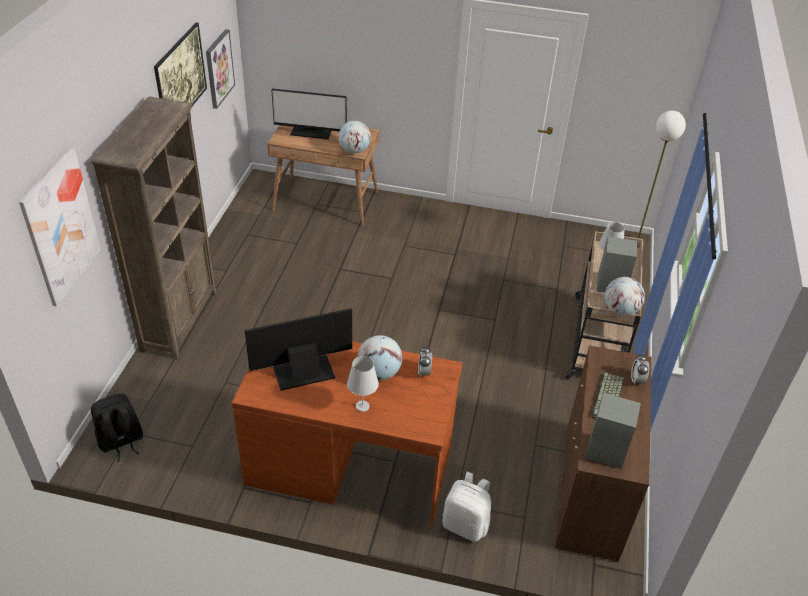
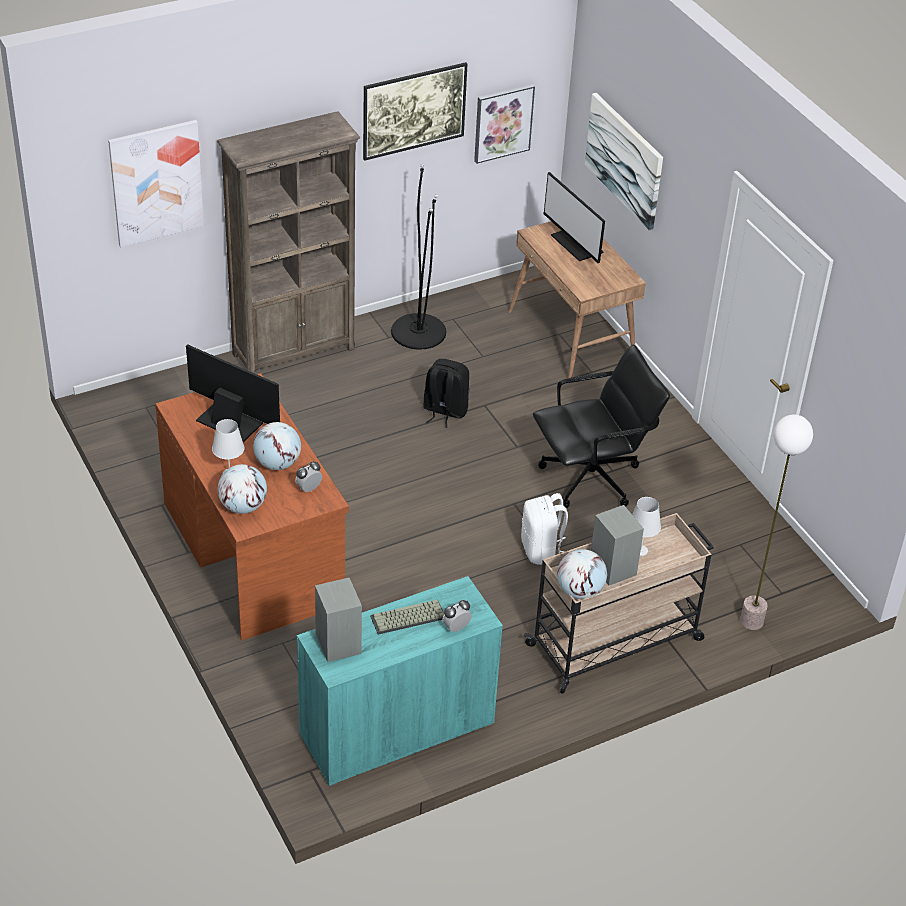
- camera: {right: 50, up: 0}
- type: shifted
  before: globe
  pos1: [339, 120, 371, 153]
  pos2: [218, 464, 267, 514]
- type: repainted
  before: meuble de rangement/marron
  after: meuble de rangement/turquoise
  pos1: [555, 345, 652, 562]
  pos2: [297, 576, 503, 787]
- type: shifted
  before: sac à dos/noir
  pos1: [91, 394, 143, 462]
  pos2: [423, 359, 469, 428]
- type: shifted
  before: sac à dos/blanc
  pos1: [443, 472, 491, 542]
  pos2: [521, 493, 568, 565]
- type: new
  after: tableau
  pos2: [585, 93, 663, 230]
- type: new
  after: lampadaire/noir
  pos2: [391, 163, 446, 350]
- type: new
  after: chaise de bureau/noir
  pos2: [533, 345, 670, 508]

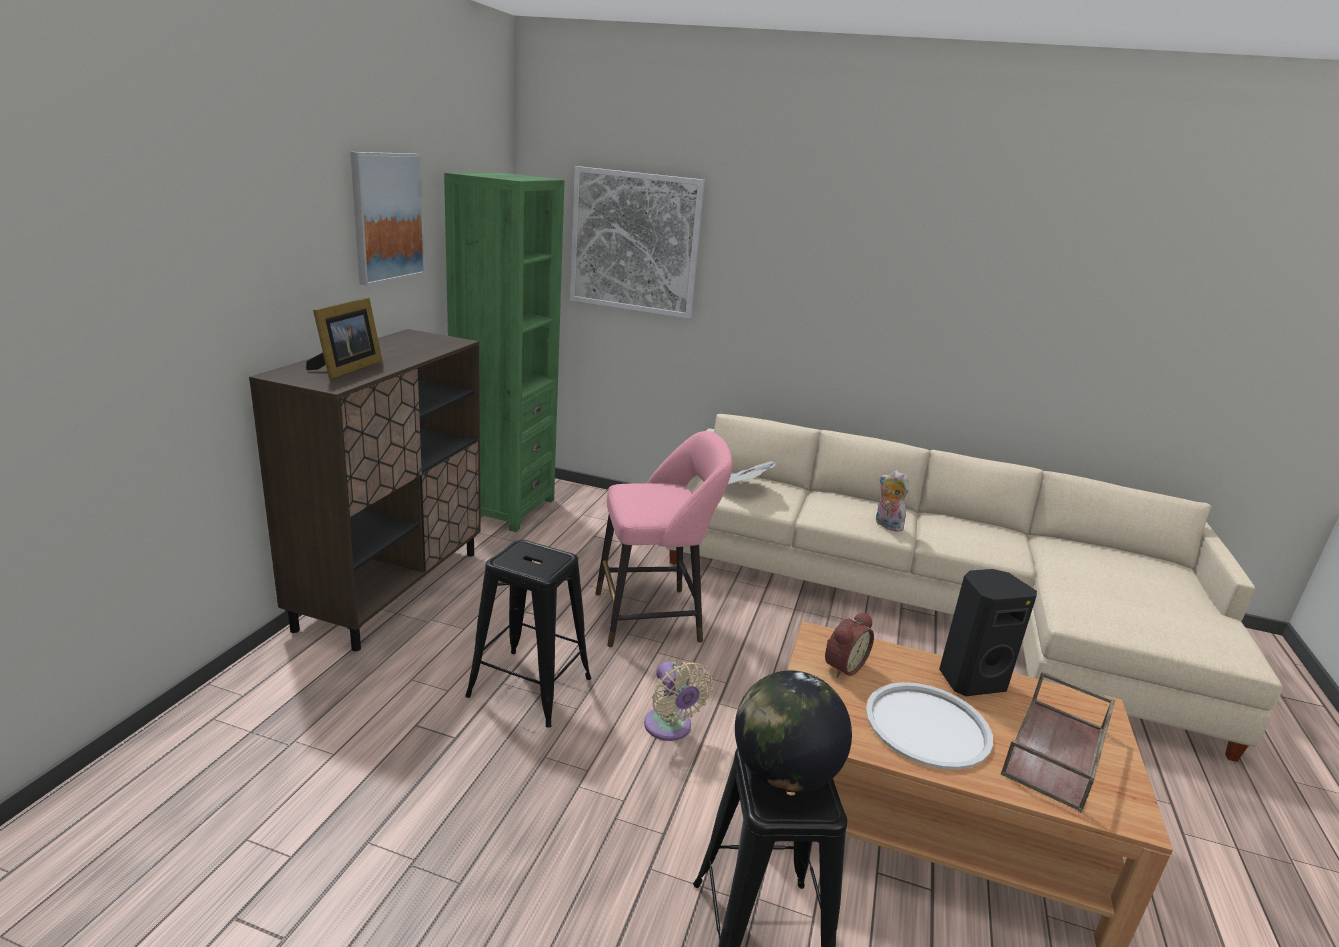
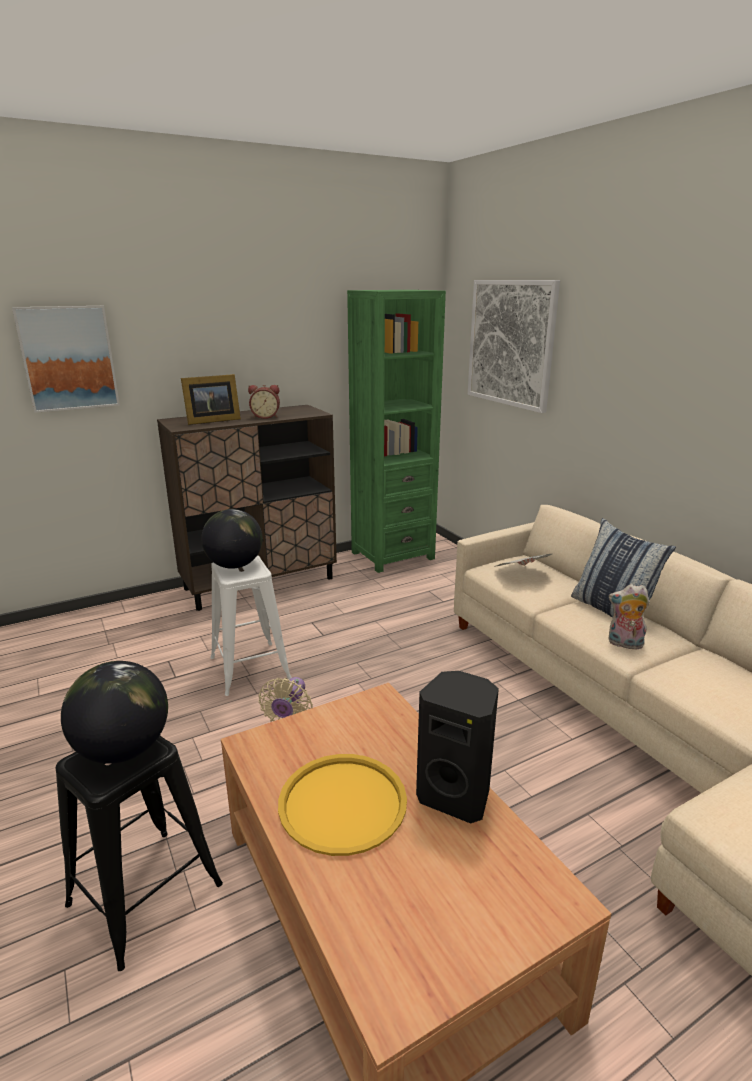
- camera: {right: 45, up: 0}
- type: shifted
  before: tableau
  pos1: [350, 152, 425, 286]
  pos2: [12, 306, 120, 413]
- type: gone
  before: tabouret/rose
  pos1: [595, 431, 733, 648]
- type: rotated
  before: peluche
  pos1: [876, 470, 909, 532]
  pos2: [609, 584, 650, 650]
  turn: -75
- type: repainted
  before: tabouret/noir
  after: tabouret/blanc
  pos1: [465, 540, 591, 728]
  pos2: [210, 555, 292, 696]
- type: shifted
  before: réveil
  pos1: [825, 612, 874, 678]
  pos2: [248, 385, 280, 419]
- type: gone
  before: plateau/marron
  pos1: [1001, 672, 1115, 813]
- type: repainted
  before: plateau/blanc
  after: plateau/jaune
  pos1: [866, 682, 993, 770]
  pos2: [278, 754, 407, 856]
- type: new
  after: globe
  pos2: [201, 509, 263, 569]
- type: new
  after: coussin
  pos2: [571, 518, 676, 618]

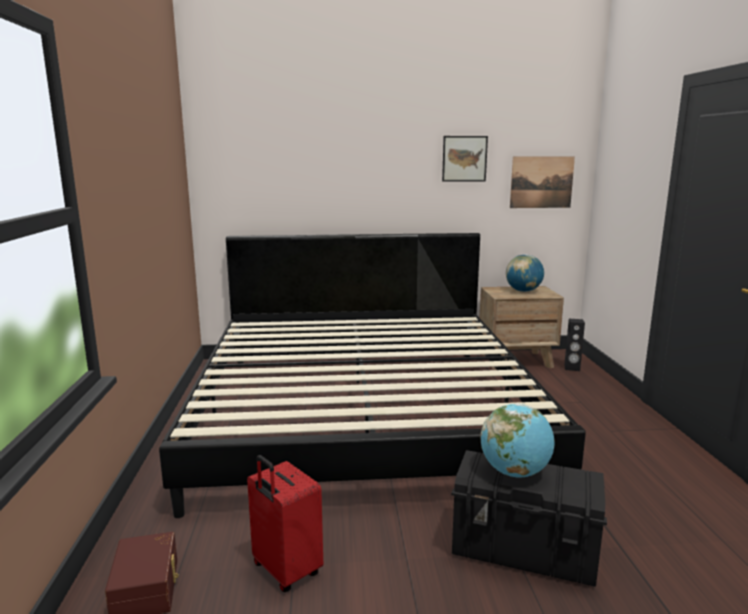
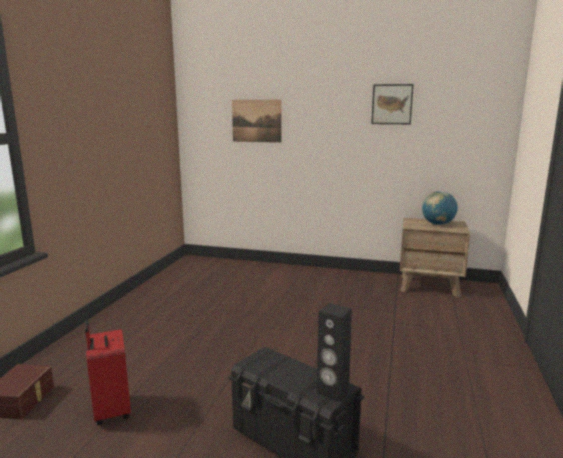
- camera: {right: 20, up: 0}
- type: shifted
  before: tableau
  pos1: [510, 156, 575, 208]
  pos2: [232, 100, 282, 143]
- type: gone
  before: lit
  pos1: [159, 233, 586, 518]
- type: shifted
  before: enceinte/noir
  pos1: [564, 319, 585, 371]
  pos2: [317, 303, 352, 402]
- type: gone
  before: globe
  pos1: [481, 403, 554, 477]

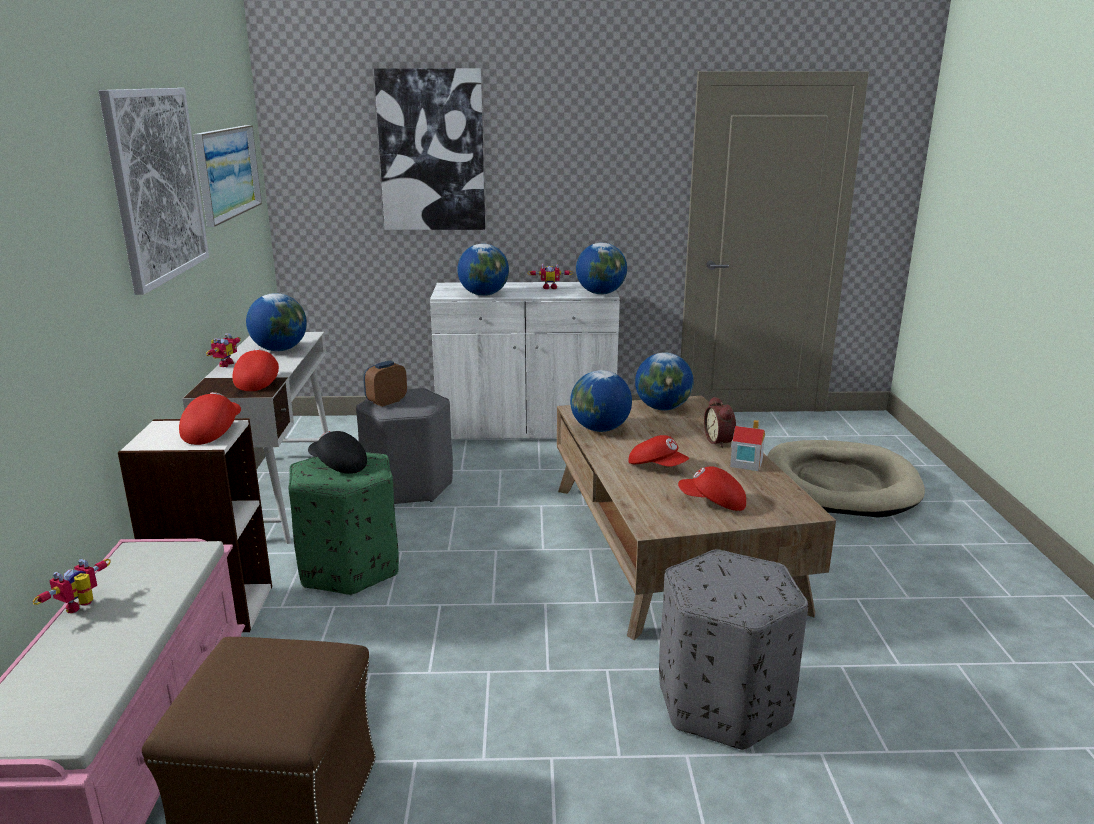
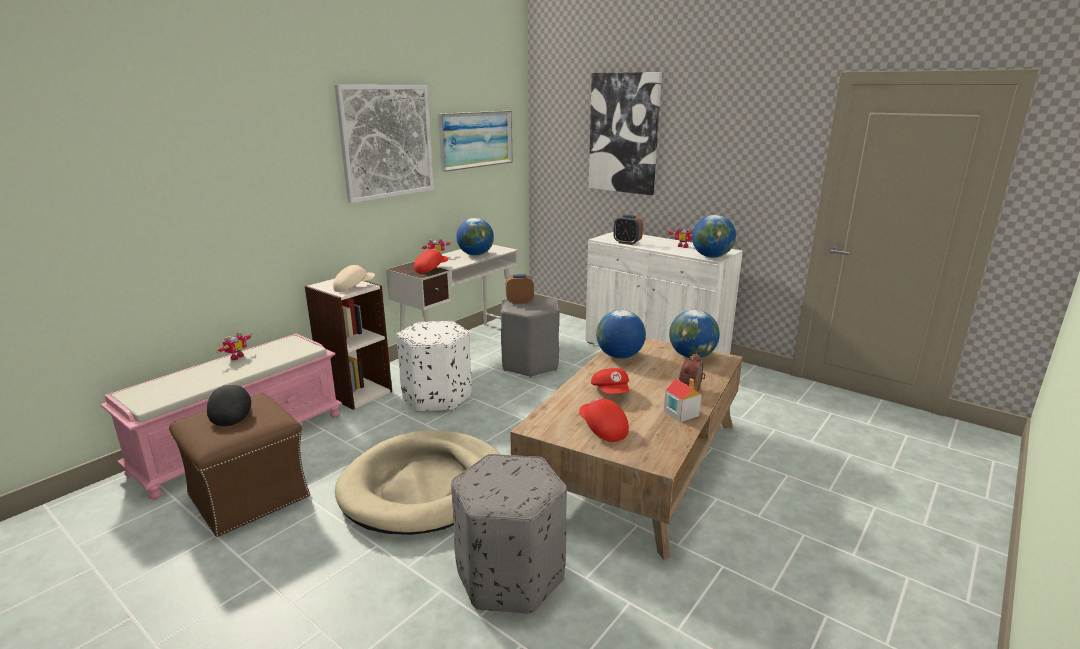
- camera: {right: 40, up: 0}
- type: swapped
  before: globe
  after: réveil
  pos1: [457, 244, 509, 296]
  pos2: [613, 214, 643, 245]
- type: repainted
  before: casquette/rouge
  after: casquette/beige
  pos1: [179, 392, 241, 445]
  pos2: [333, 265, 375, 292]
- type: shifted
  before: casquette/noir
  pos1: [308, 431, 367, 474]
  pos2: [207, 384, 251, 426]
- type: shifted
  before: panier pour chien/beige
  pos1: [767, 440, 925, 517]
  pos2: [335, 430, 501, 535]
- type: repainted
  before: pouf/vert
  after: pouf/blanc
  pos1: [288, 452, 399, 596]
  pos2: [396, 321, 472, 412]
- type: rotated
  before: robot jouet
  pos1: [32, 559, 111, 613]
  pos2: [216, 332, 252, 360]
  turn: 135

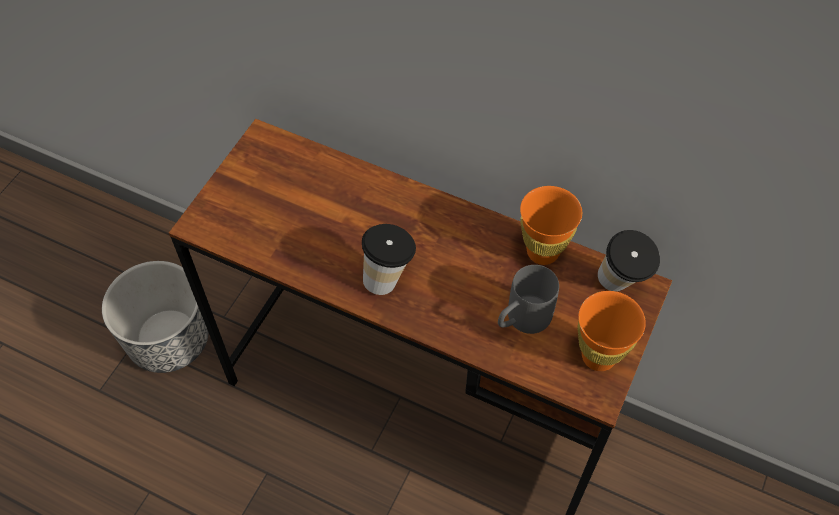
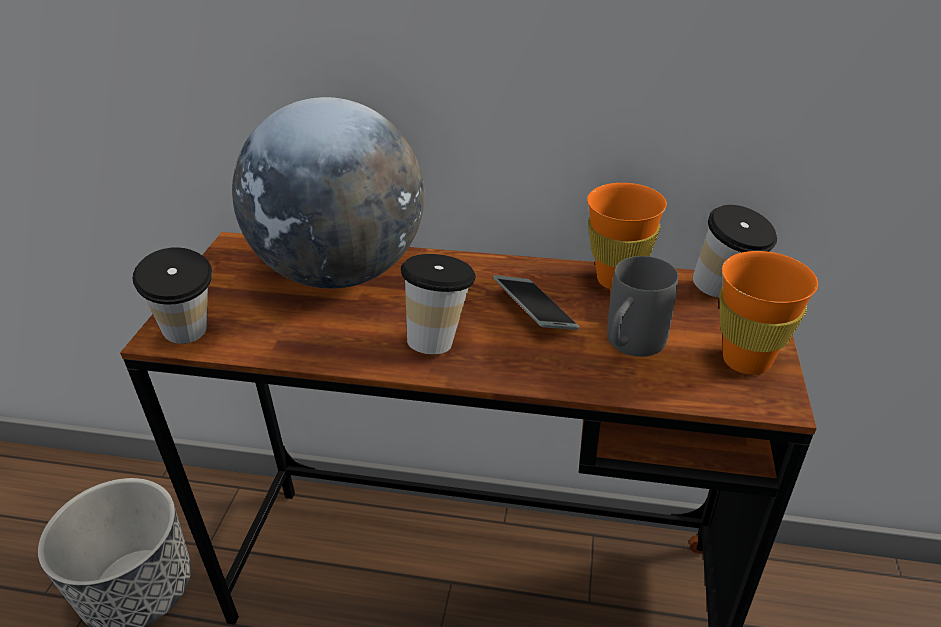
- camera: {right: -15, up: -20}
- type: new
  after: globe
  pos2: [232, 97, 424, 289]
- type: new
  after: tasse
  pos2: [132, 247, 212, 344]
- type: new
  after: téléphone
  pos2: [493, 275, 579, 330]

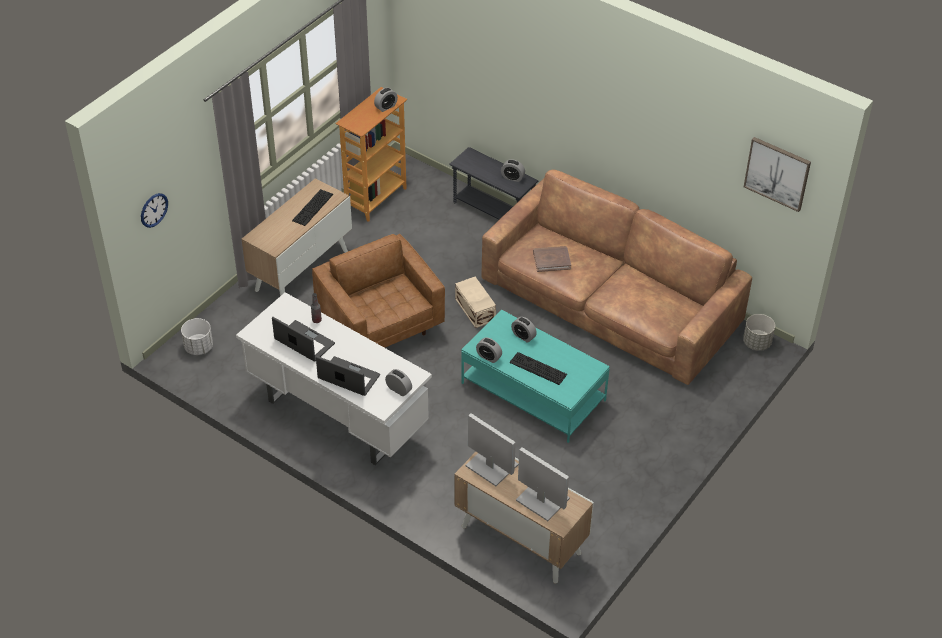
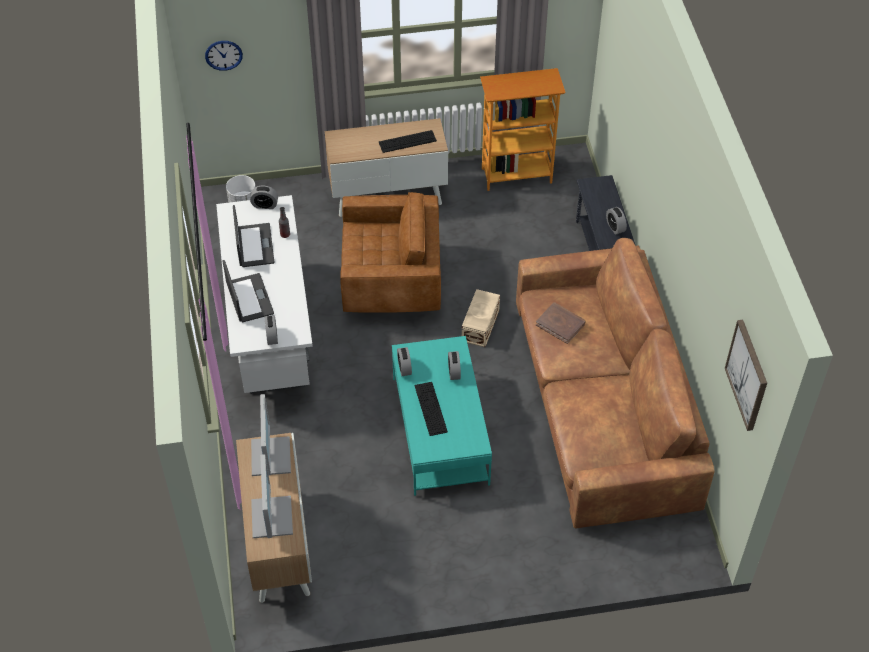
- camera: {right: 45, up: 5}
- type: shifted
  before: réveil
  pos1: [374, 88, 398, 112]
  pos2: [250, 185, 278, 209]
- type: rotated
  before: fauteuil/marron
  pos1: [312, 234, 445, 348]
  pos2: [340, 192, 441, 313]
  turn: 75
- type: gone
  before: cache-pot/gris
  pos1: [743, 314, 775, 351]

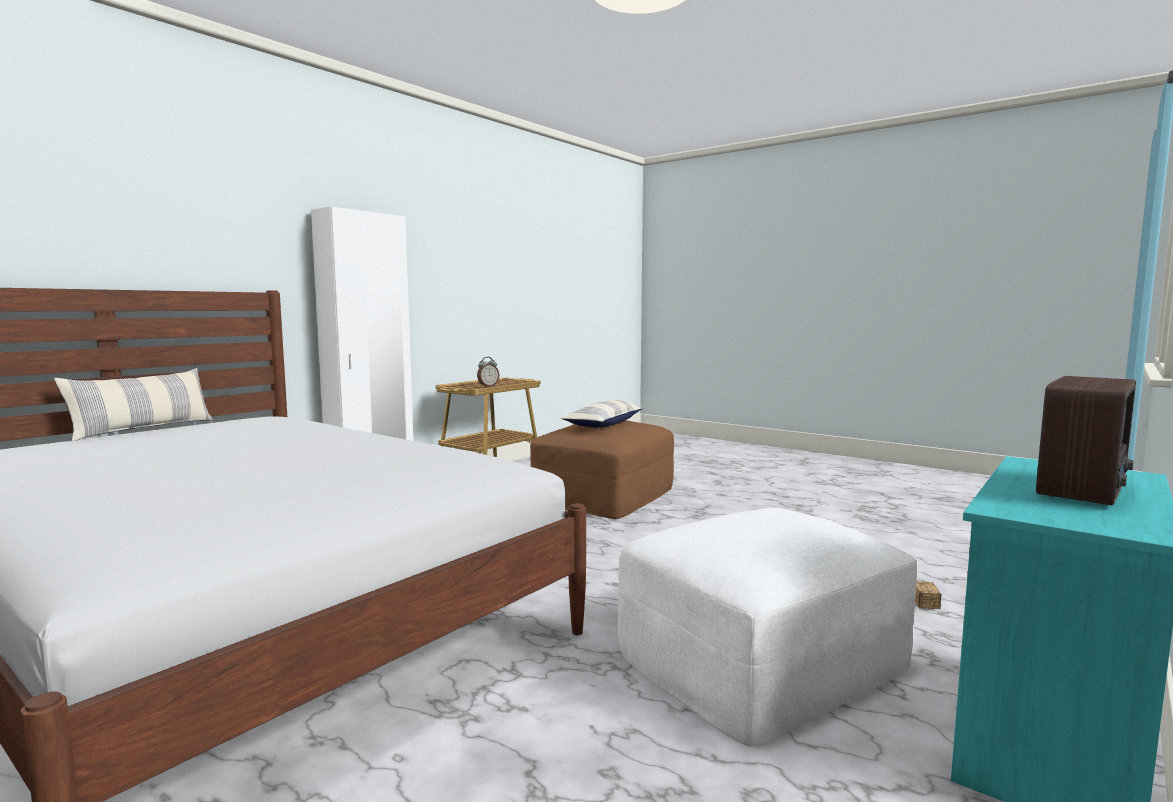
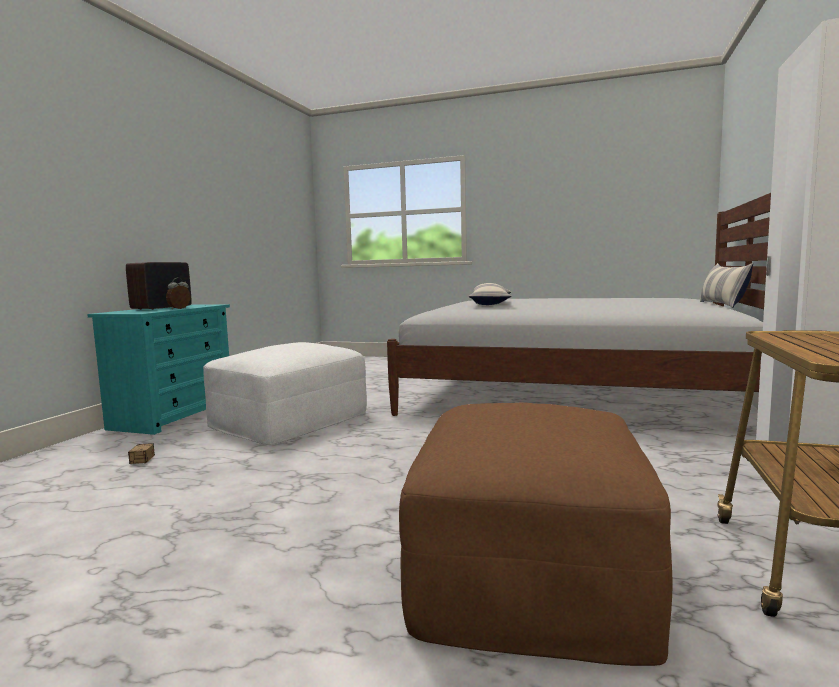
- camera: {right: 160, up: 0}
- type: shifted
  before: réveil
  pos1: [477, 357, 499, 387]
  pos2: [166, 278, 191, 309]
- type: shifted
  before: coussin
  pos1: [561, 400, 643, 428]
  pos2: [469, 283, 512, 305]

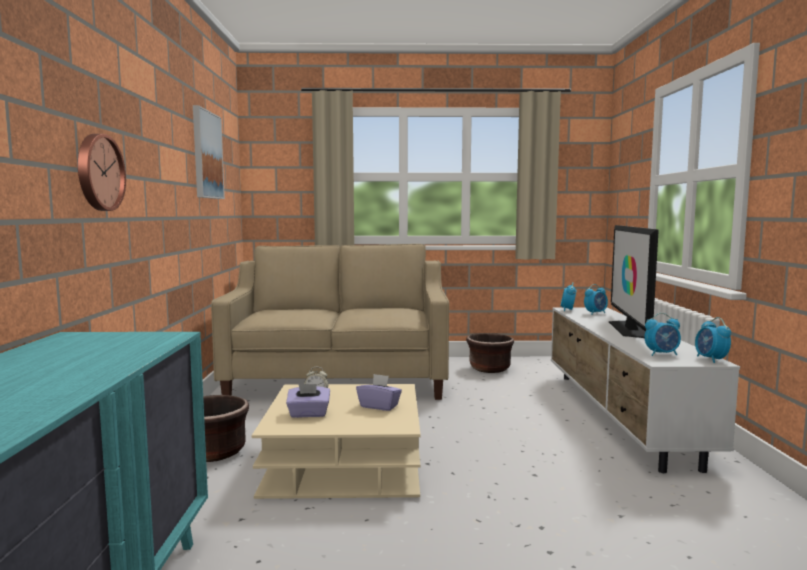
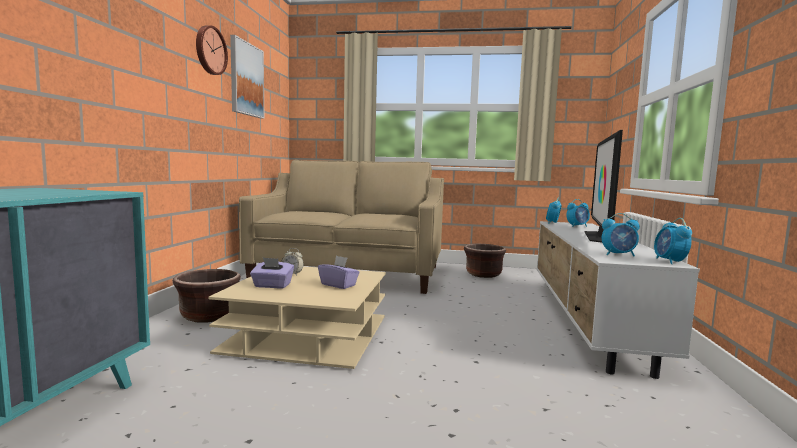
- camera: {right: 10, up: 0}
- type: shifted
  before: horloge murale
  pos1: [78, 134, 126, 211]
  pos2: [196, 25, 228, 75]

